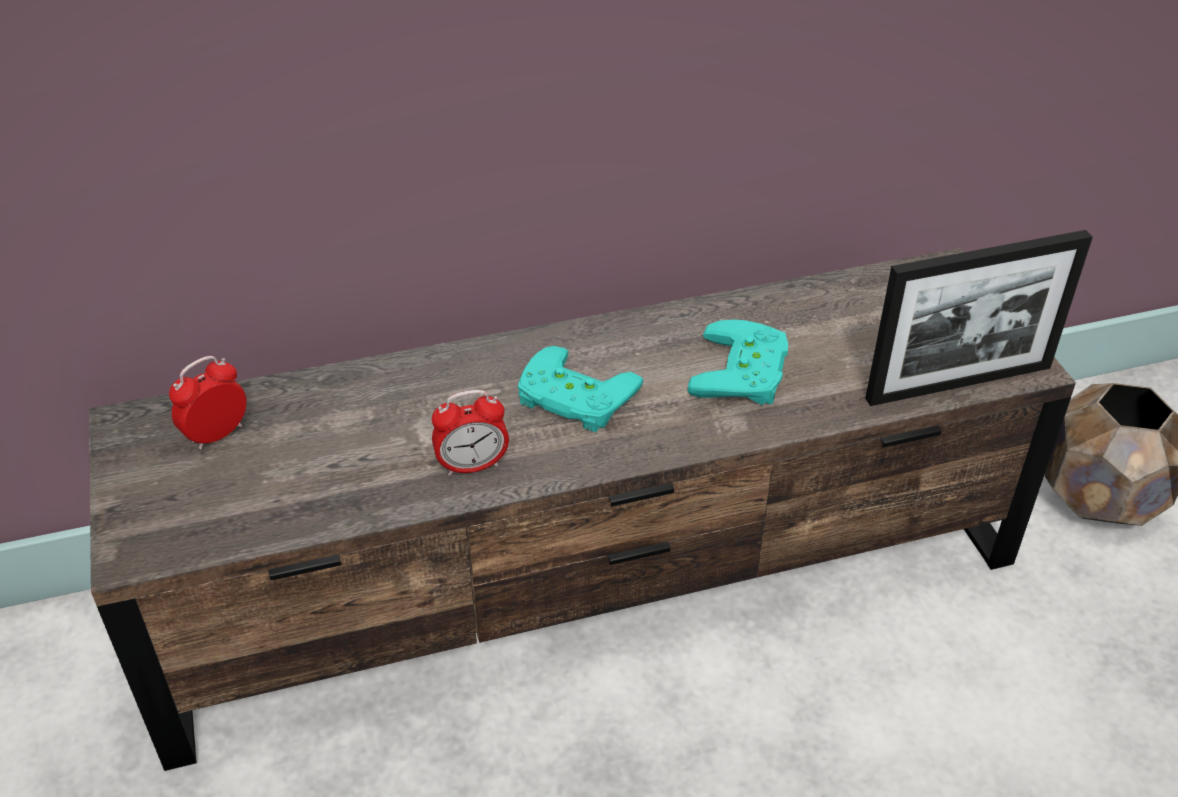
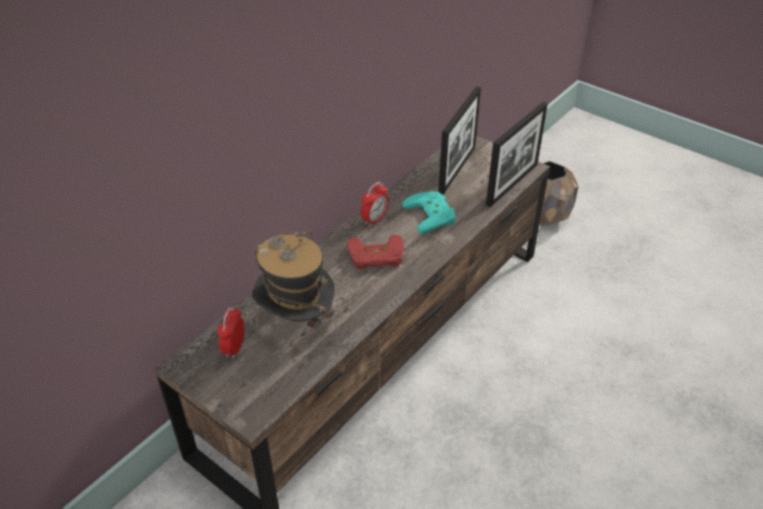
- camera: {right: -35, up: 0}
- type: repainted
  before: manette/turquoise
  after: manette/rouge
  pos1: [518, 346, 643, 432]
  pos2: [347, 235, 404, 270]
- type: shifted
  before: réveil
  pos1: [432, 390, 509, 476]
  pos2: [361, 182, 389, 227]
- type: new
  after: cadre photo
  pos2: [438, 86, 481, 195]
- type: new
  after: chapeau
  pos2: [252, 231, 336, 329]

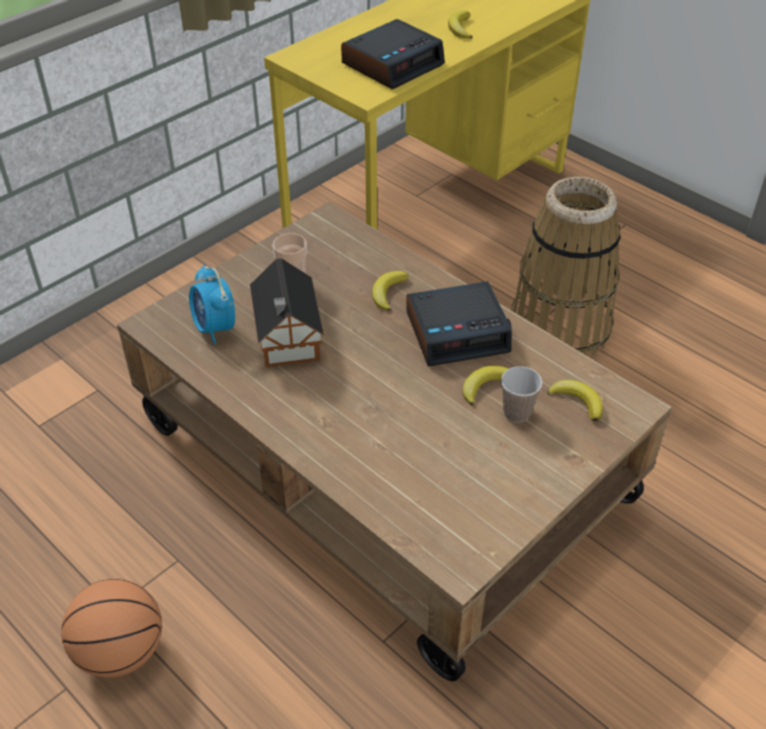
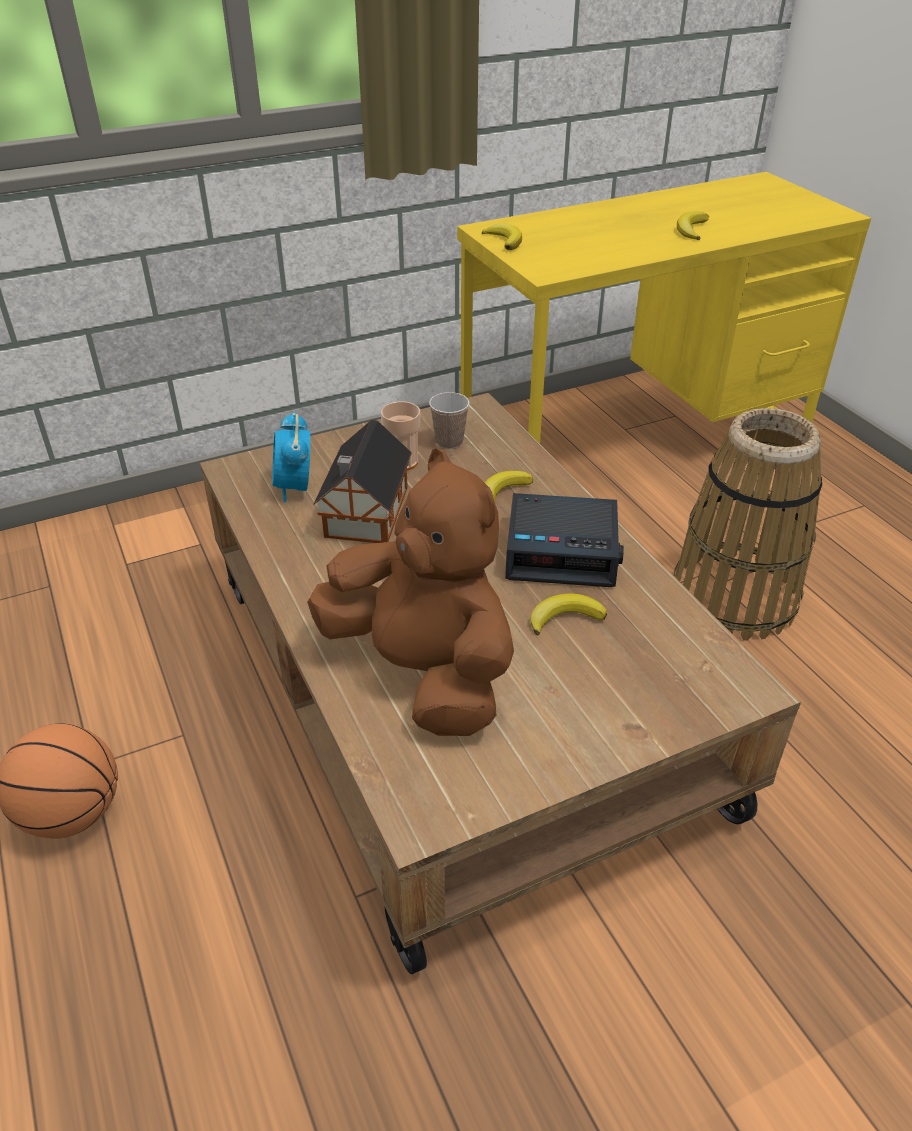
- camera: {right: 20, up: -5}
- type: gone
  before: réveil
  pos1: [341, 19, 445, 90]
- type: shifted
  before: tasse
  pos1: [501, 366, 542, 423]
  pos2: [429, 392, 469, 449]
- type: shifted
  before: banane
  pos1: [547, 380, 603, 421]
  pos2: [482, 223, 522, 250]
- type: new
  after: peluche/marron
  pos2: [307, 448, 514, 736]

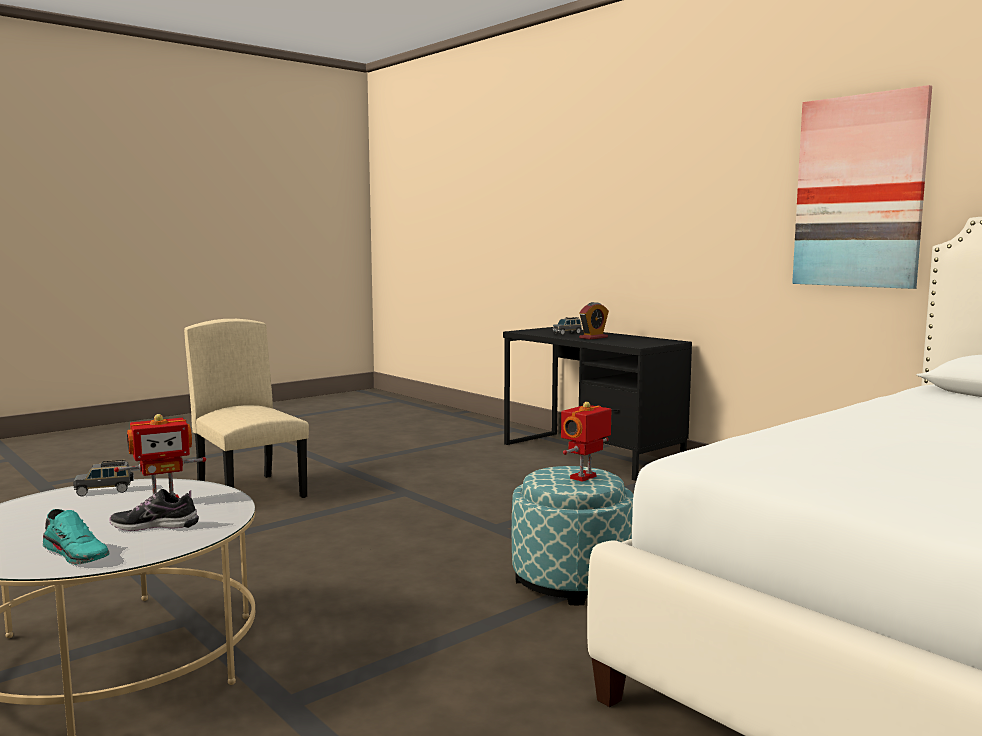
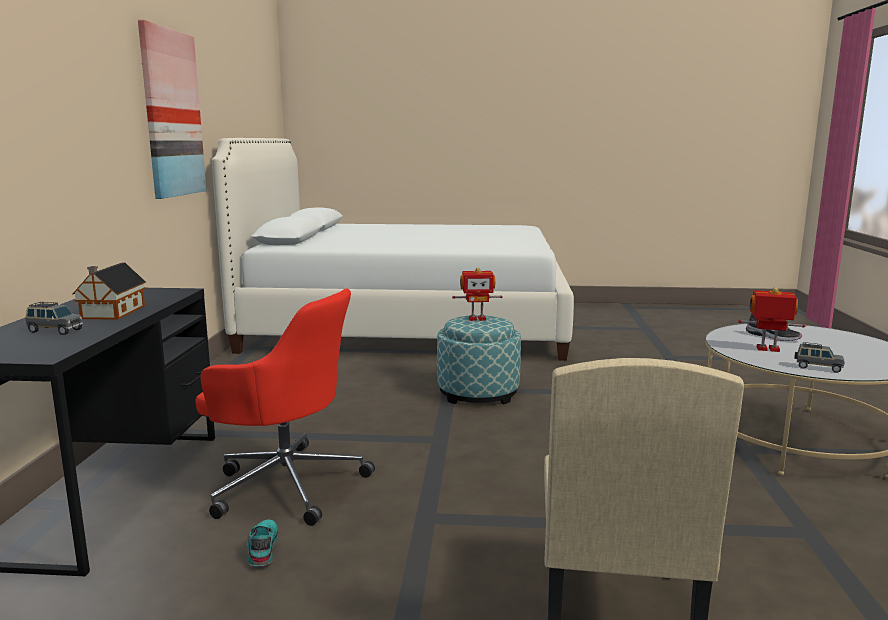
- camera: {right: -135, up: 5}
- type: swapped
  before: réveil
  after: maison miniature
  pos1: [579, 302, 609, 340]
  pos2: [72, 263, 146, 320]
- type: shifted
  before: chaussure/turquoise
  pos1: [43, 509, 110, 565]
  pos2: [247, 519, 278, 566]
- type: new
  after: chaise de bureau/rouge
  pos2: [196, 289, 375, 526]

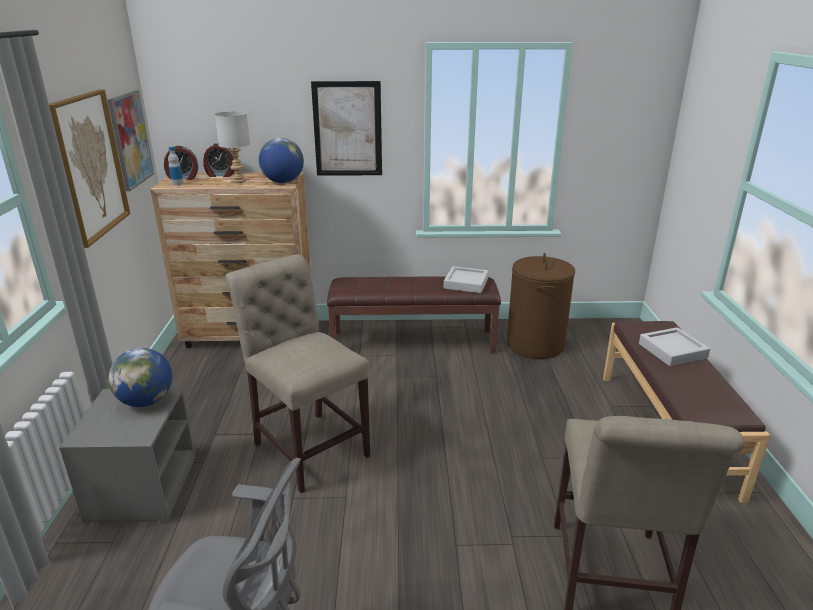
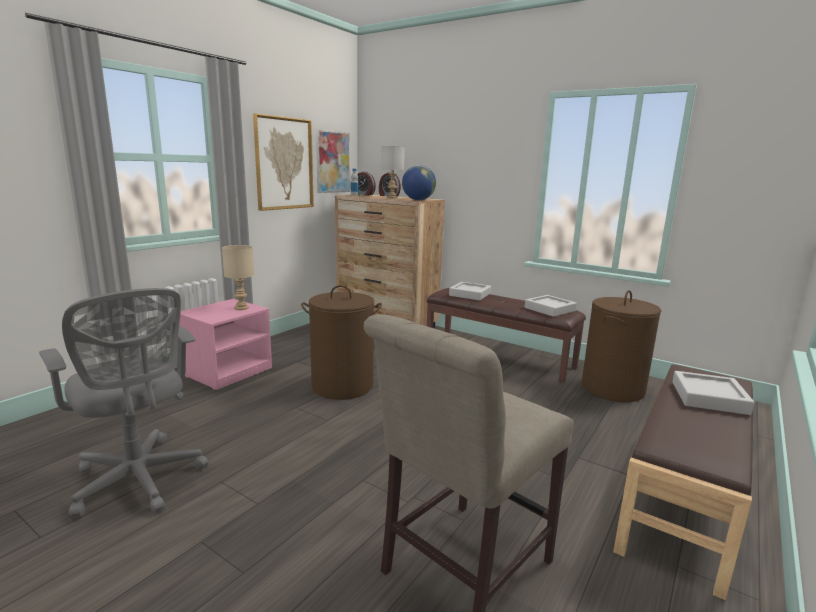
- camera: {right: 35, up: -10}
- type: gone
  before: tableau
  pos1: [311, 81, 382, 176]
- type: swapped
  before: chaise/beige
  after: panier à linge/marron
  pos1: [225, 254, 370, 493]
  pos2: [301, 285, 382, 400]
- type: swapped
  before: globe
  after: lampe de table/beige
  pos1: [108, 348, 172, 407]
  pos2: [222, 245, 254, 310]
- type: repainted
  before: table de chevet/gris
  after: table de chevet/rose
  pos1: [59, 388, 196, 524]
  pos2: [179, 299, 272, 390]
- type: new
  after: plateau/gris
  pos2: [449, 282, 491, 300]

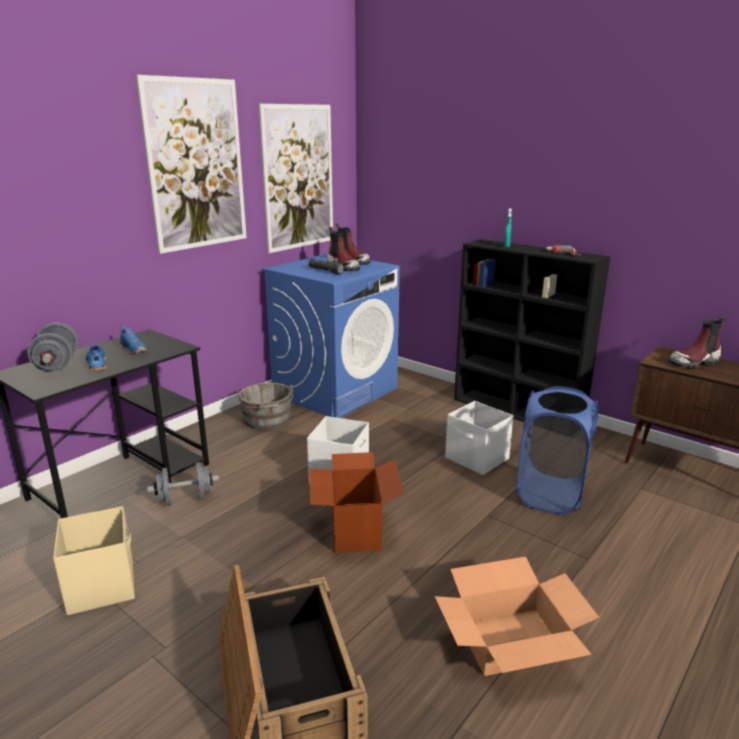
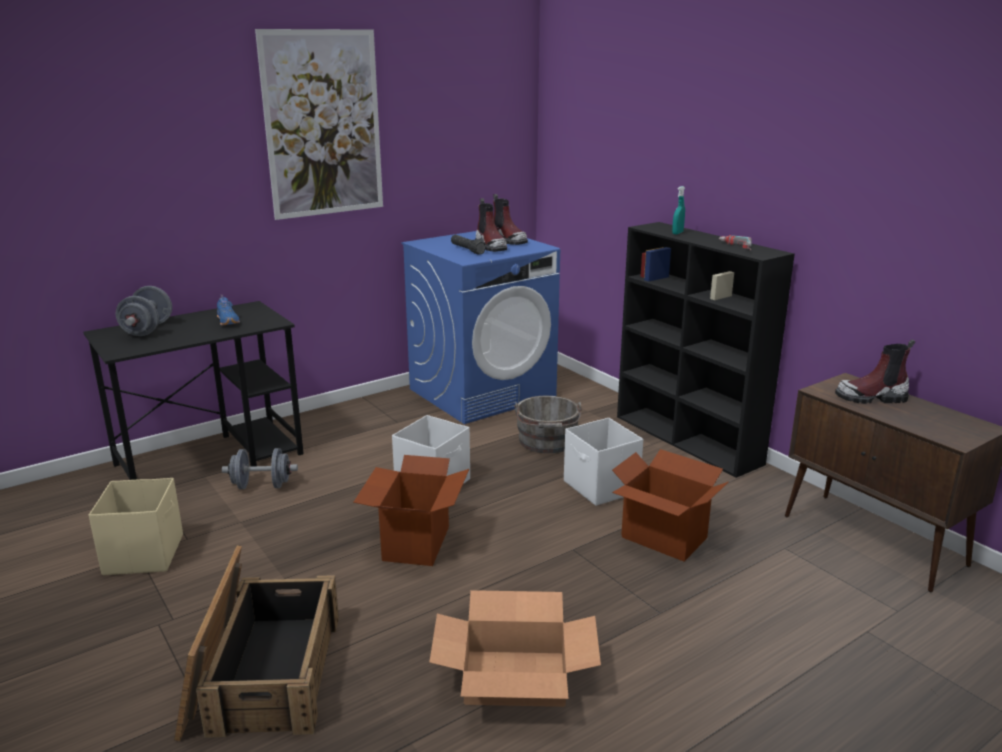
- camera: {right: 15, up: 0}
- type: gone
  before: tableau
  pos1: [259, 104, 333, 253]
- type: gone
  before: chaussure/bleu
  pos1: [85, 344, 106, 371]
- type: shifted
  before: seau/gris
  pos1: [237, 383, 293, 430]
  pos2: [514, 396, 582, 453]
- type: swapped
  before: panier à linge/bleu
  after: carton
  pos1: [517, 386, 599, 514]
  pos2: [612, 449, 728, 561]

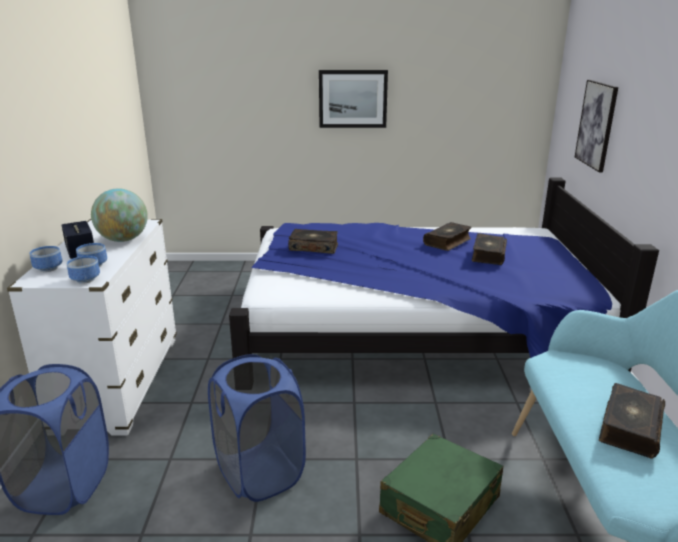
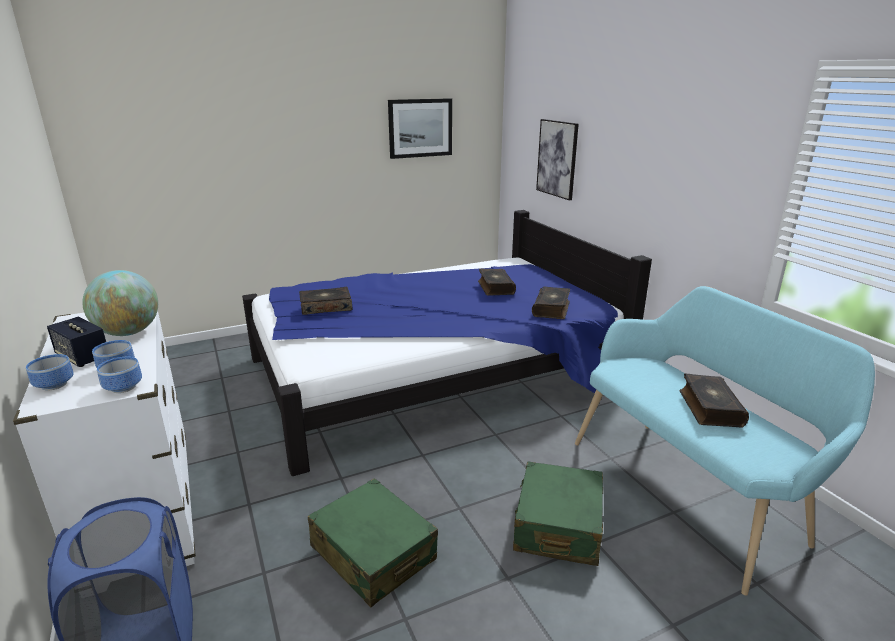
- camera: {right: -25, up: 0}
- type: shifted
  before: tableau
  pos1: [319, 70, 388, 128]
  pos2: [388, 98, 452, 159]
- type: shifted
  before: livre
  pos1: [423, 222, 472, 251]
  pos2: [532, 287, 571, 319]
- type: swapped
  before: panier à linge/bleu
  after: valise/vert
  pos1: [208, 354, 306, 502]
  pos2: [308, 478, 438, 607]

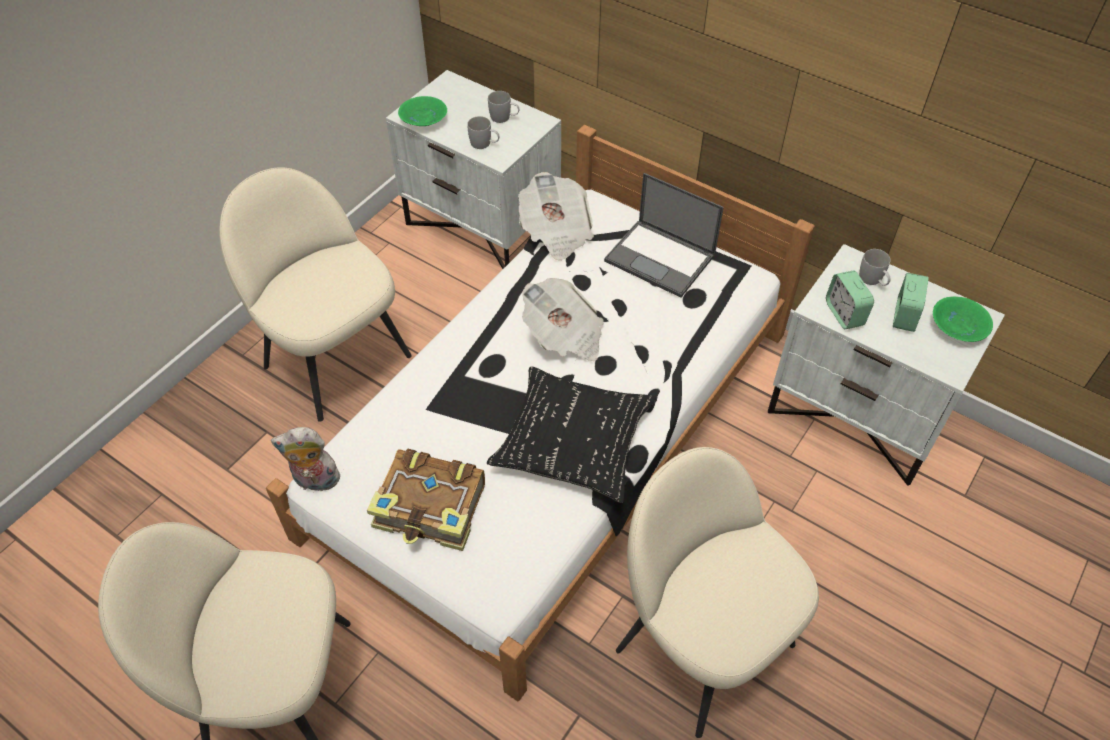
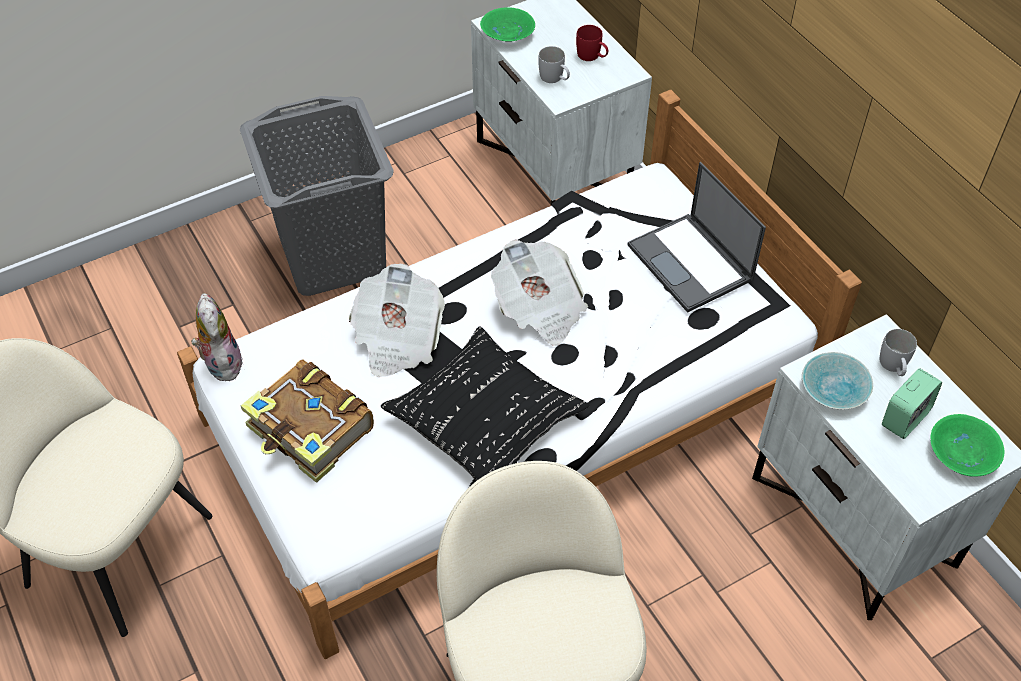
- camera: {right: 25, up: 0}
- type: repainted
  before: mug/blanc
  after: mug/rouge
  pos1: [488, 91, 519, 123]
  pos2: [576, 25, 608, 61]
- type: swapped
  before: chaise/beige
  after: panier à linge/gris
  pos1: [219, 167, 412, 422]
  pos2: [240, 96, 394, 296]
- type: shifted
  before: journal
  pos1: [518, 172, 594, 261]
  pos2: [349, 264, 445, 377]
- type: swapped
  before: réveil
  after: bol/turquoise
  pos1: [826, 271, 874, 329]
  pos2: [802, 352, 873, 409]
- type: rotated
  before: peluche
  pos1: [271, 427, 342, 495]
  pos2: [191, 293, 243, 381]
  turn: 45

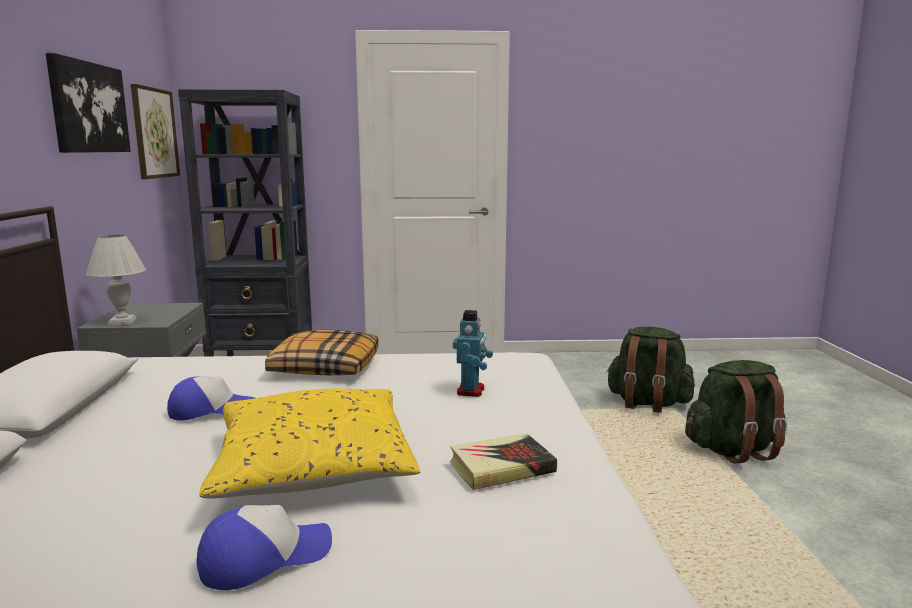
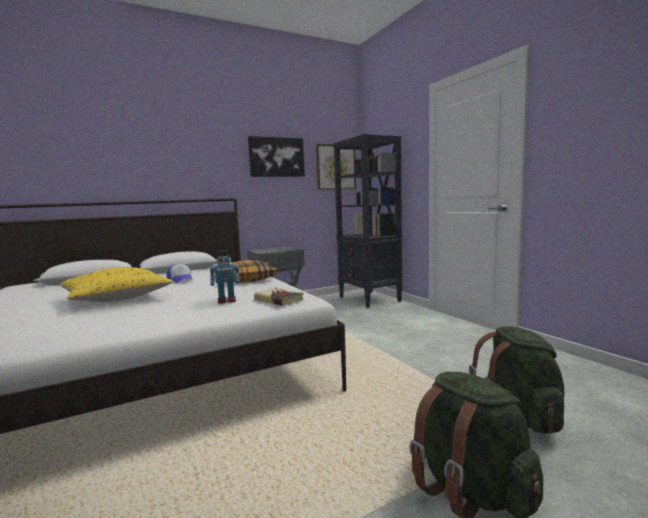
- camera: {right: 65, up: -5}
- type: gone
  before: lampe de table/blanc
  pos1: [86, 234, 146, 326]
- type: shifted
  before: livre
  pos1: [450, 433, 557, 490]
  pos2: [254, 287, 304, 306]
- type: gone
  before: casquette
  pos1: [197, 505, 332, 590]

